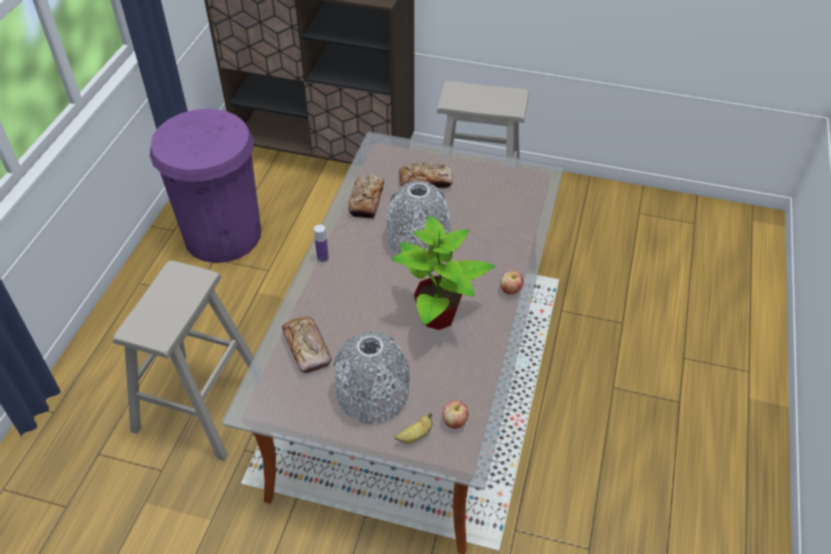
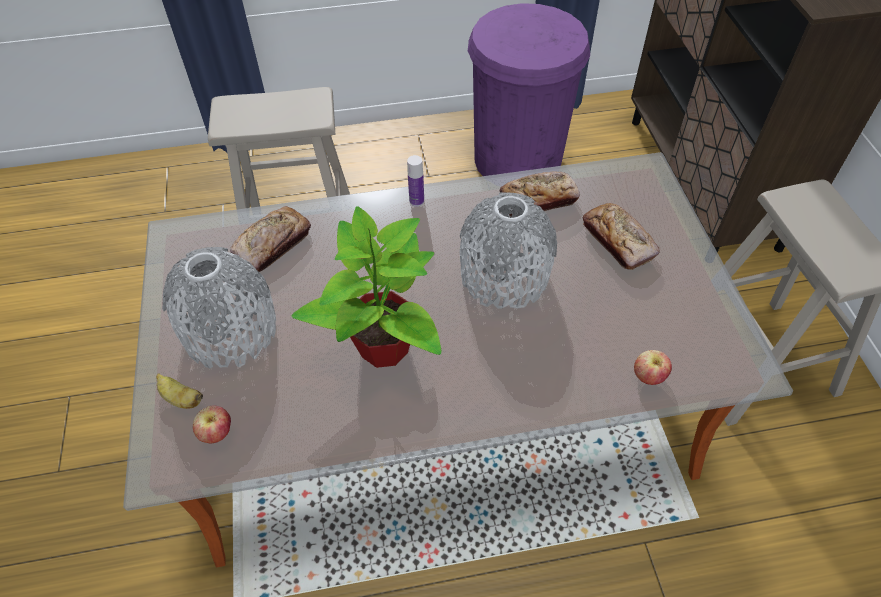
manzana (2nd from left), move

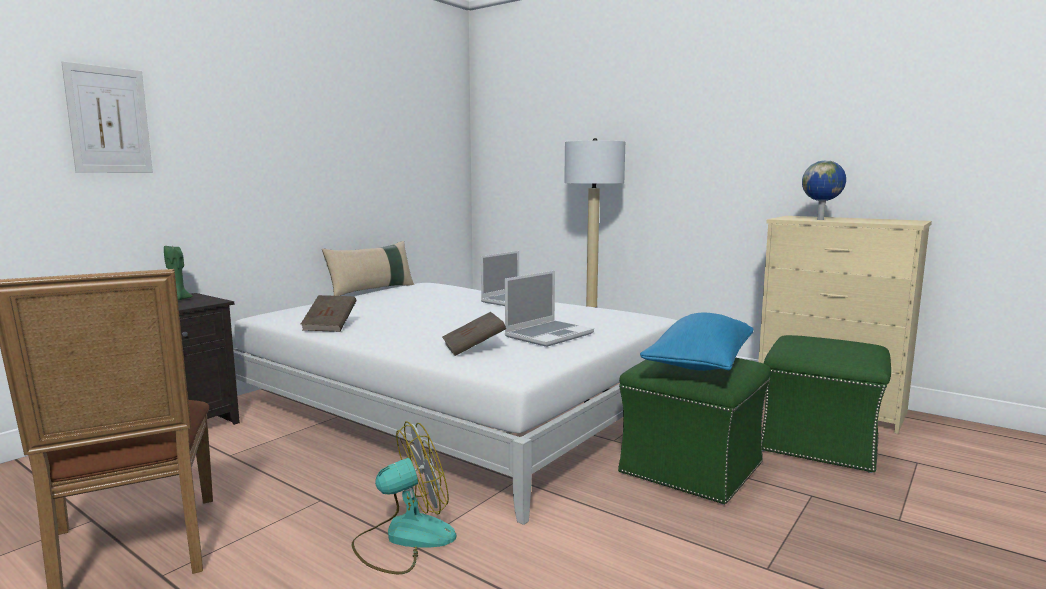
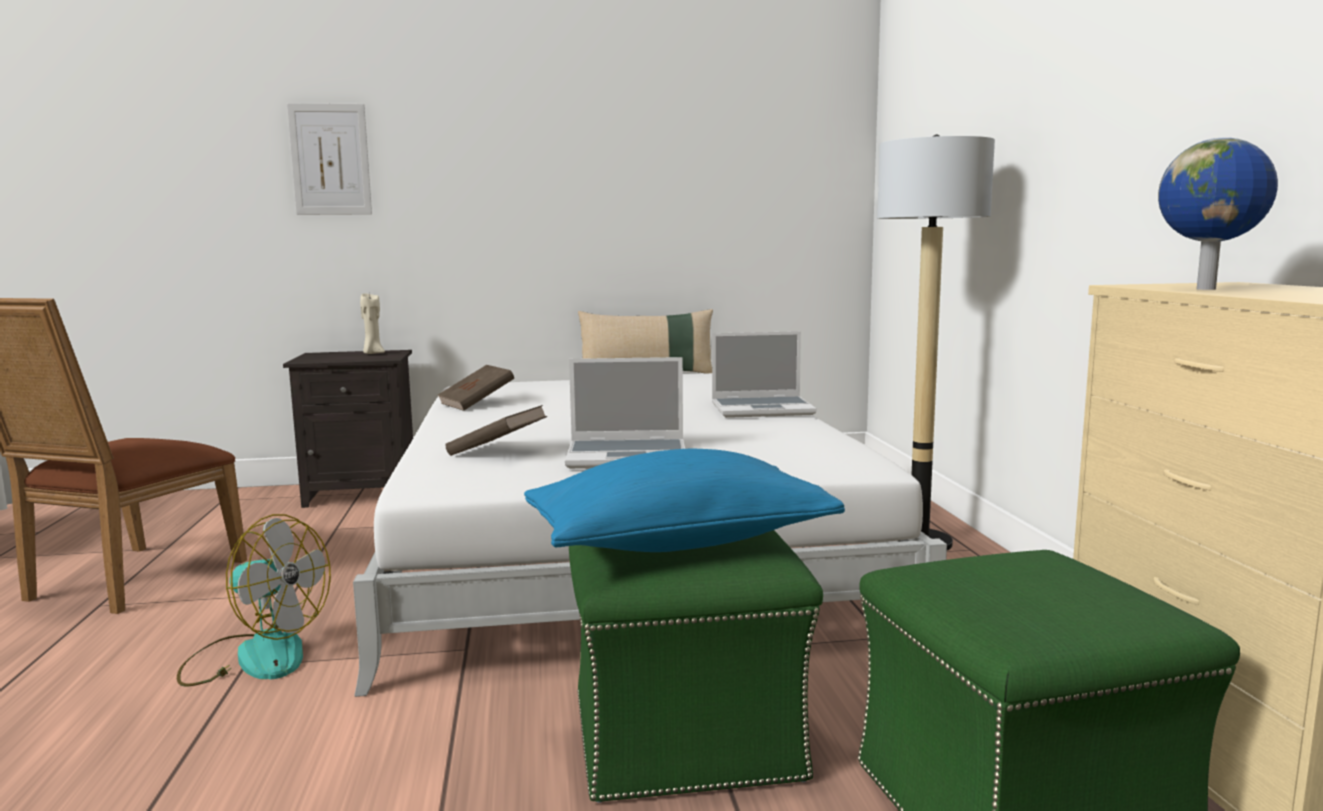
vela (verde) -> vela (beis)

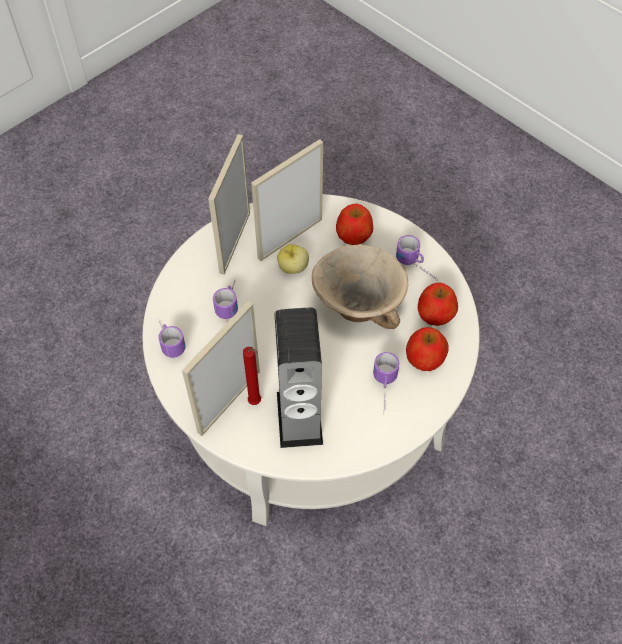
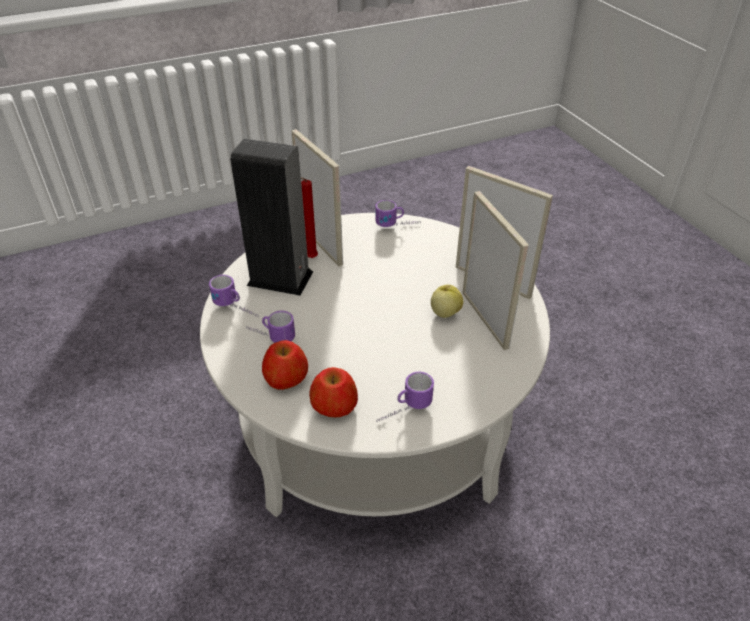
cuenco (beis) -> none
manzana (2nd from left) -> none
taza grande (2nd from left in the first image) -> taza grande (1st from left), move

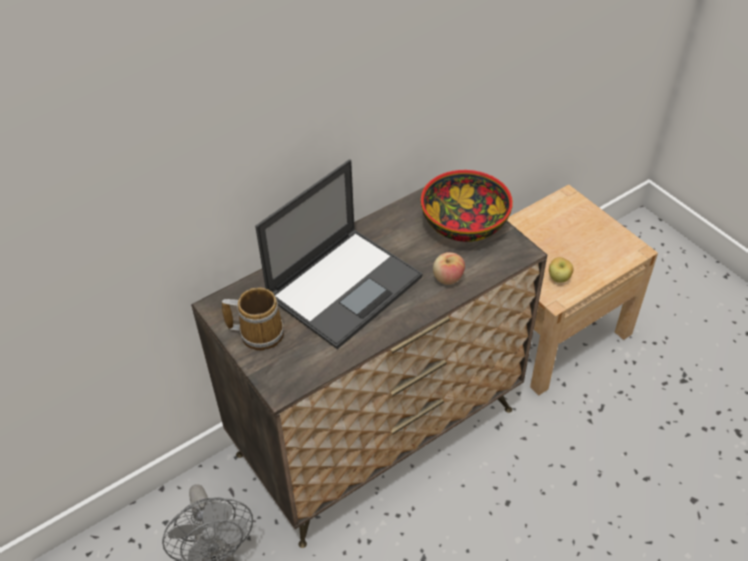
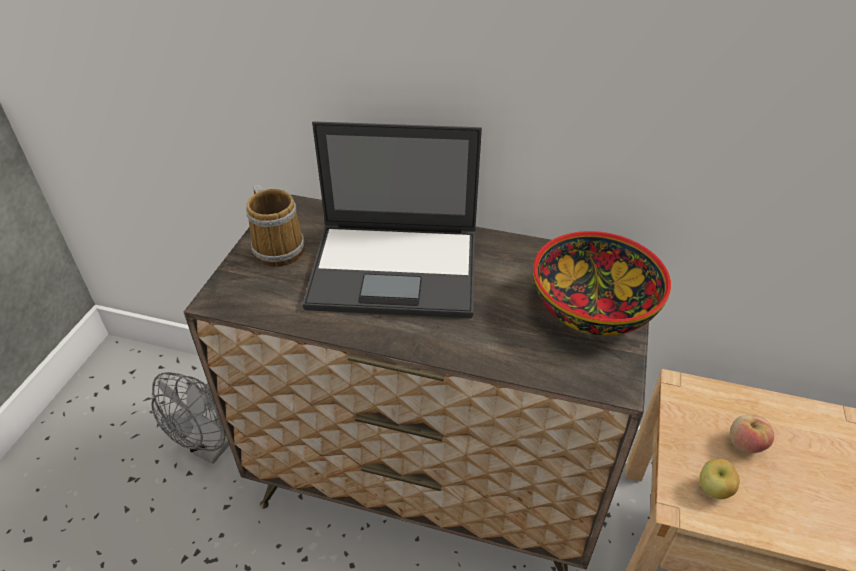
manzana (1st from left in the first image) -> manzana (2nd from left), move

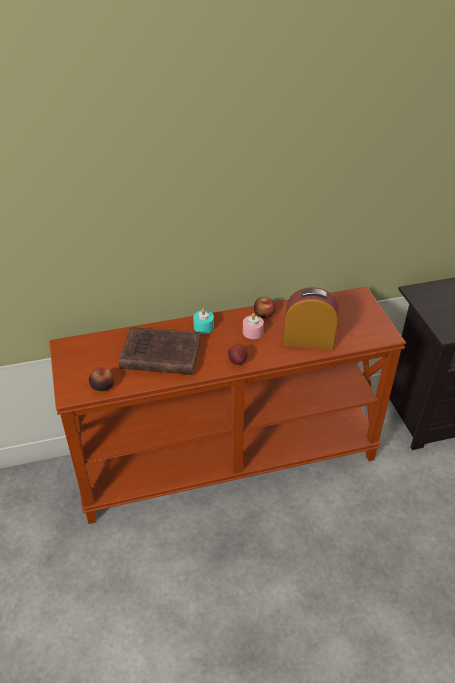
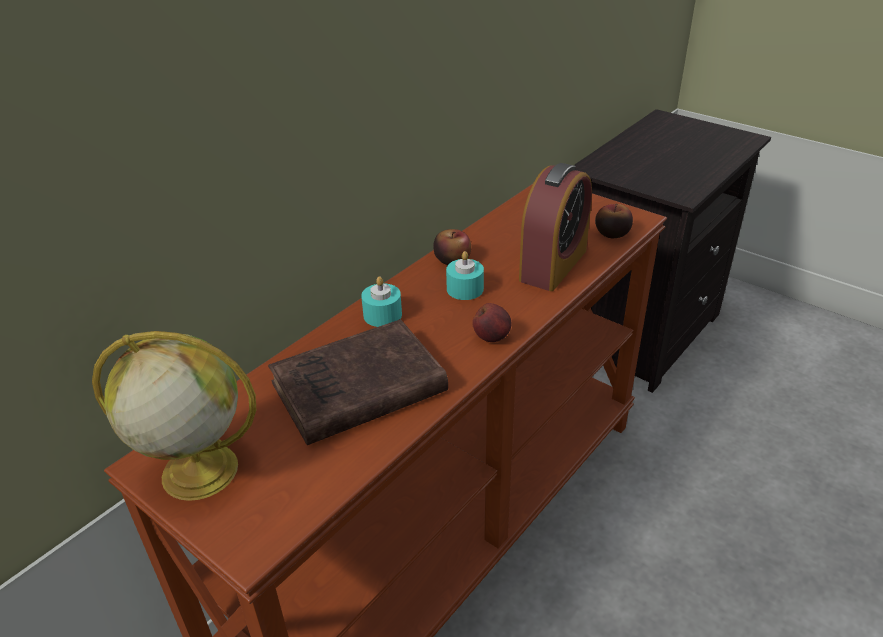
none -> globo terráqueo
manzana (1st from left in the first image) -> manzana (3rd from left), move
vela (rosa) -> vela (turquesa) (2nd from left)
despertador, 150 degrees clockwise

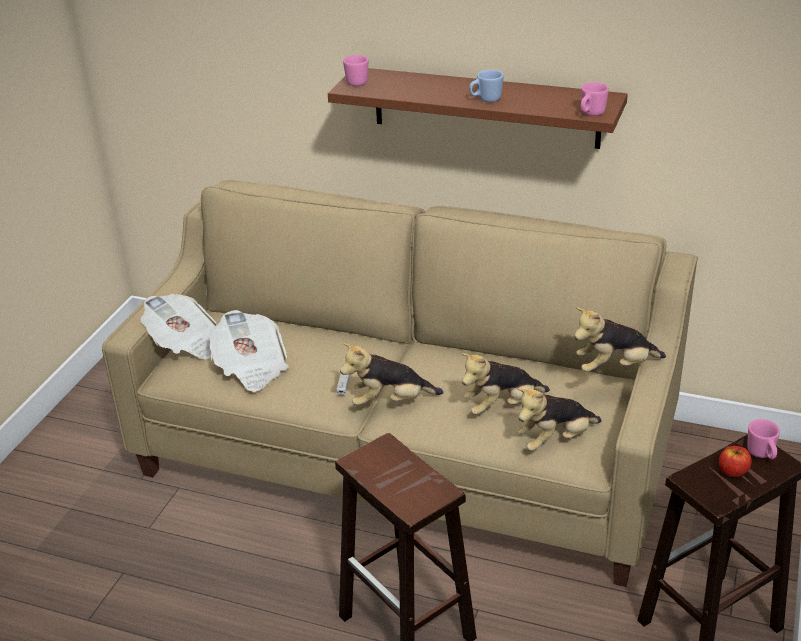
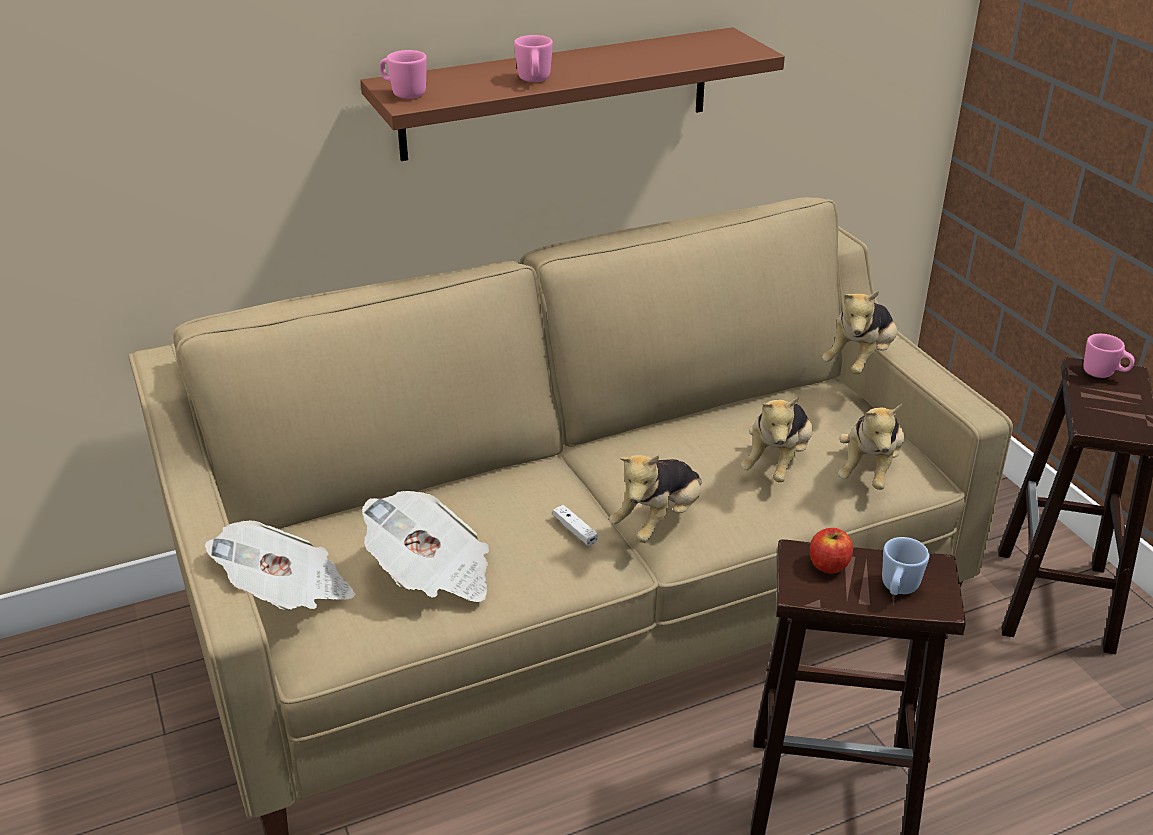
taza grande (azul), move
taza grande (rosa) (2nd from left), move
manzana, move

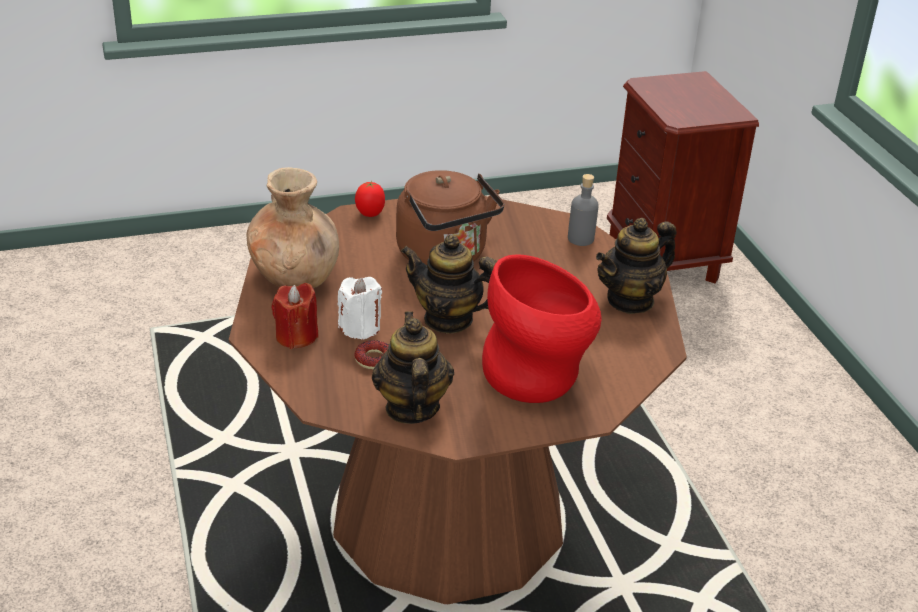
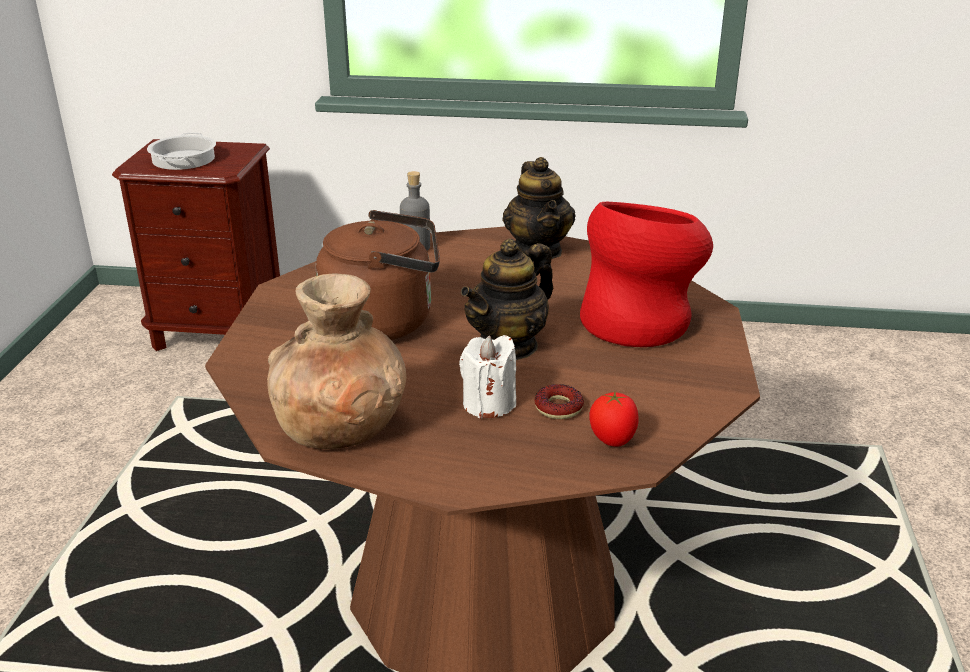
vela (rojo) -> none
tetera (1st from left) -> none
none -> olla
tomate, move

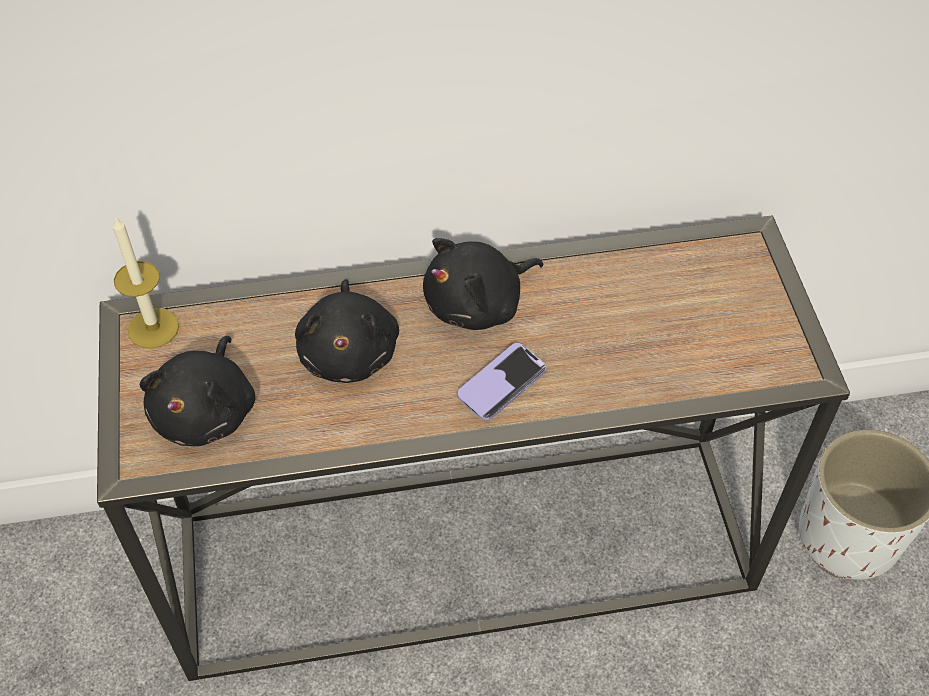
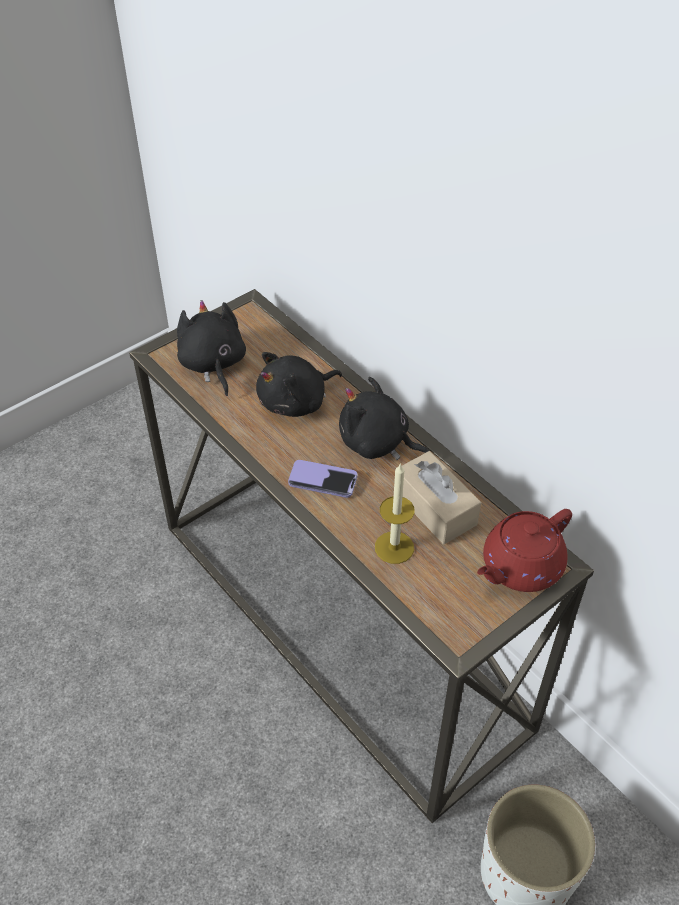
none -> caja de pañuelos (beis)
none -> tetera (rojo)
vela, move
peluche (negro) (1st from left), 90 degrees clockwise

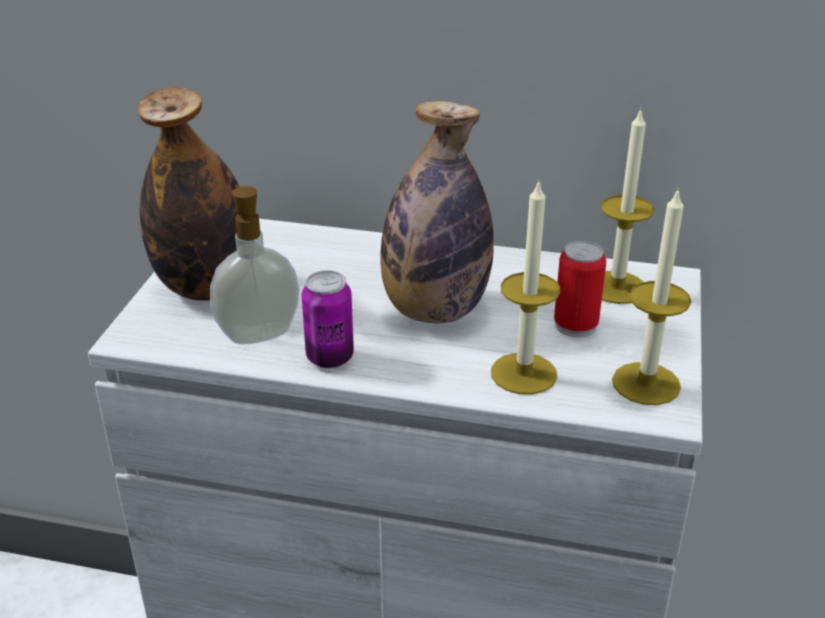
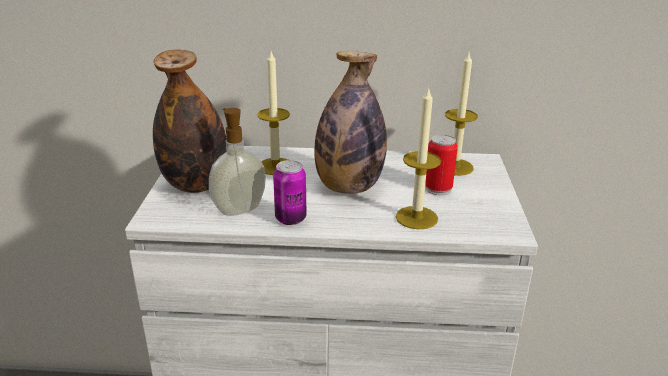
vela (3rd from left in the first image) -> vela (1st from left), move

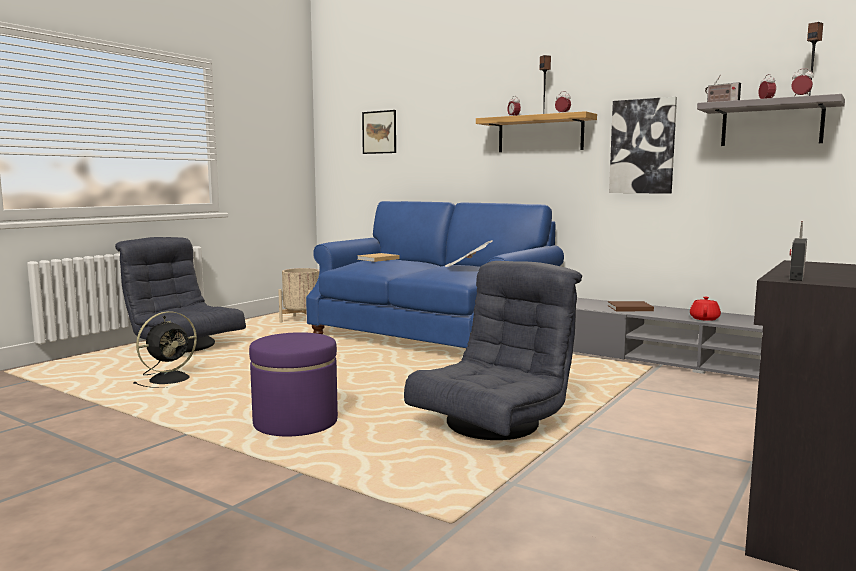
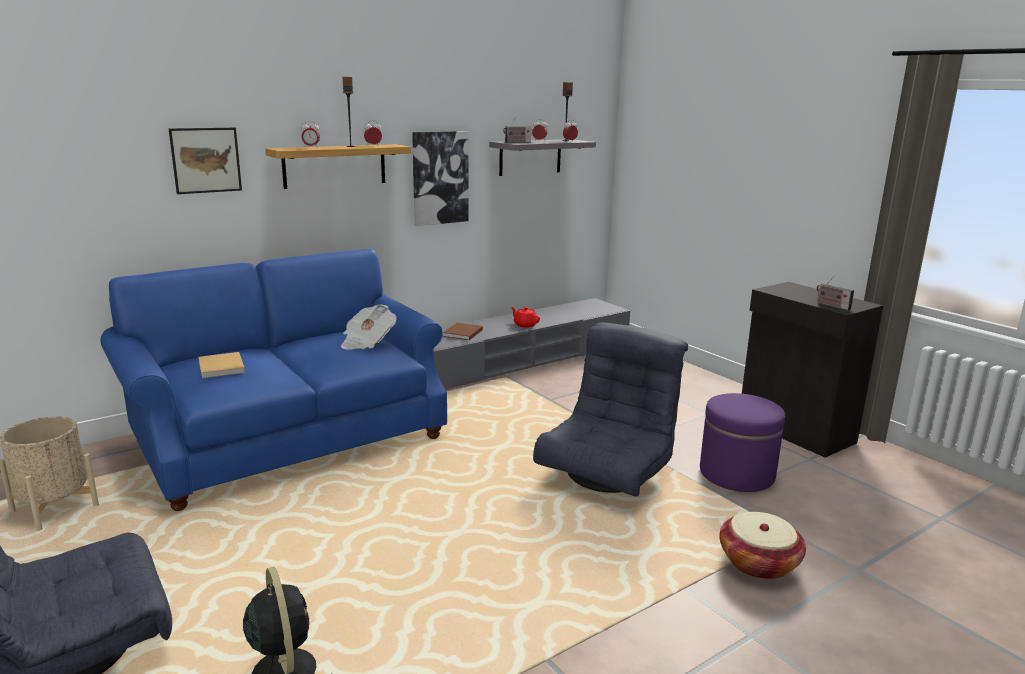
none -> cesta
puf (morado), move
cuadro (1st from left), move
sillón (gris) (2nd from left), 60 degrees clockwise

